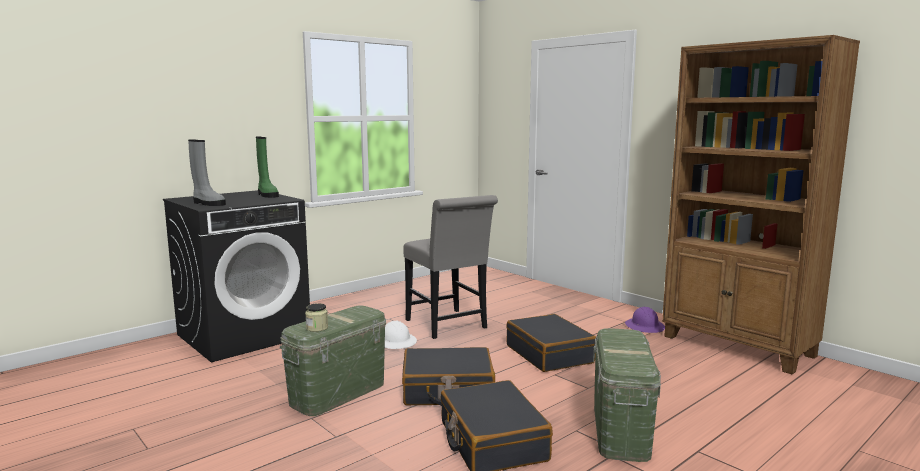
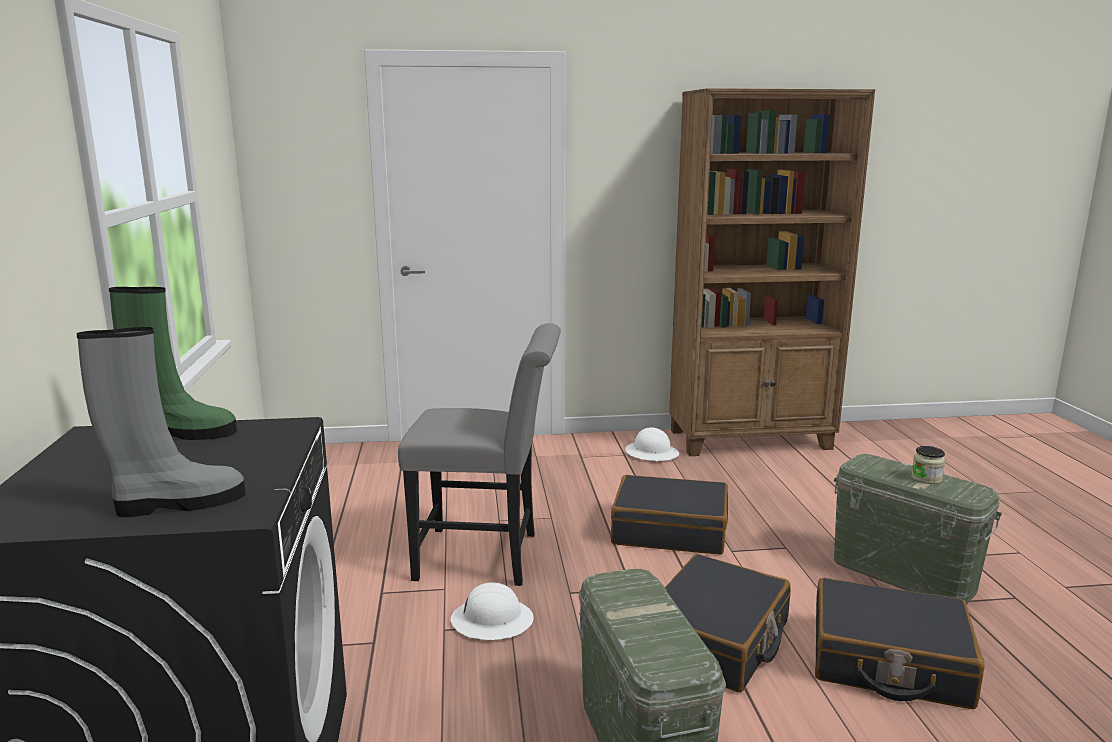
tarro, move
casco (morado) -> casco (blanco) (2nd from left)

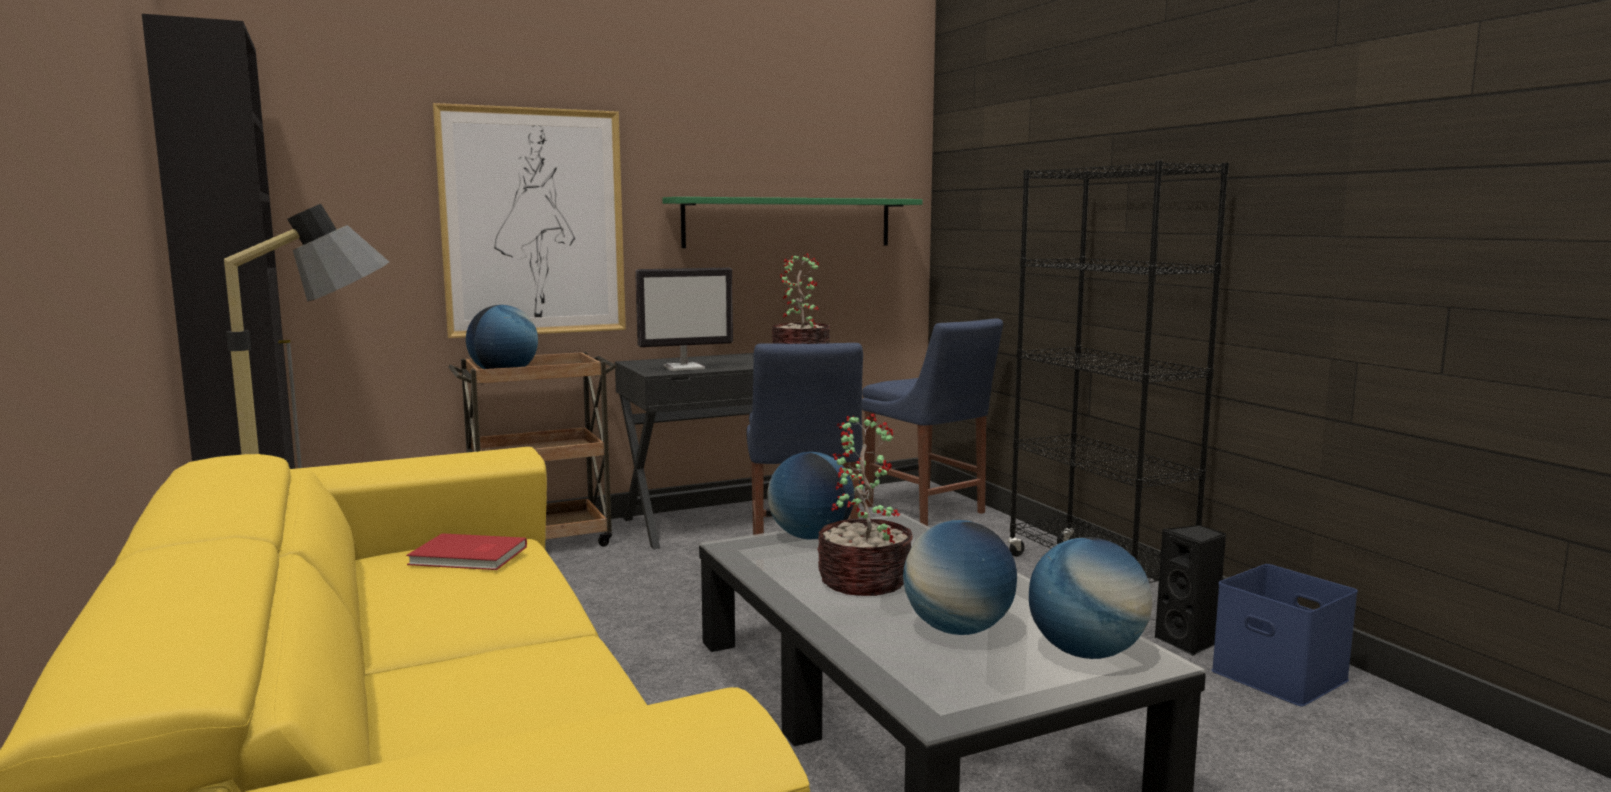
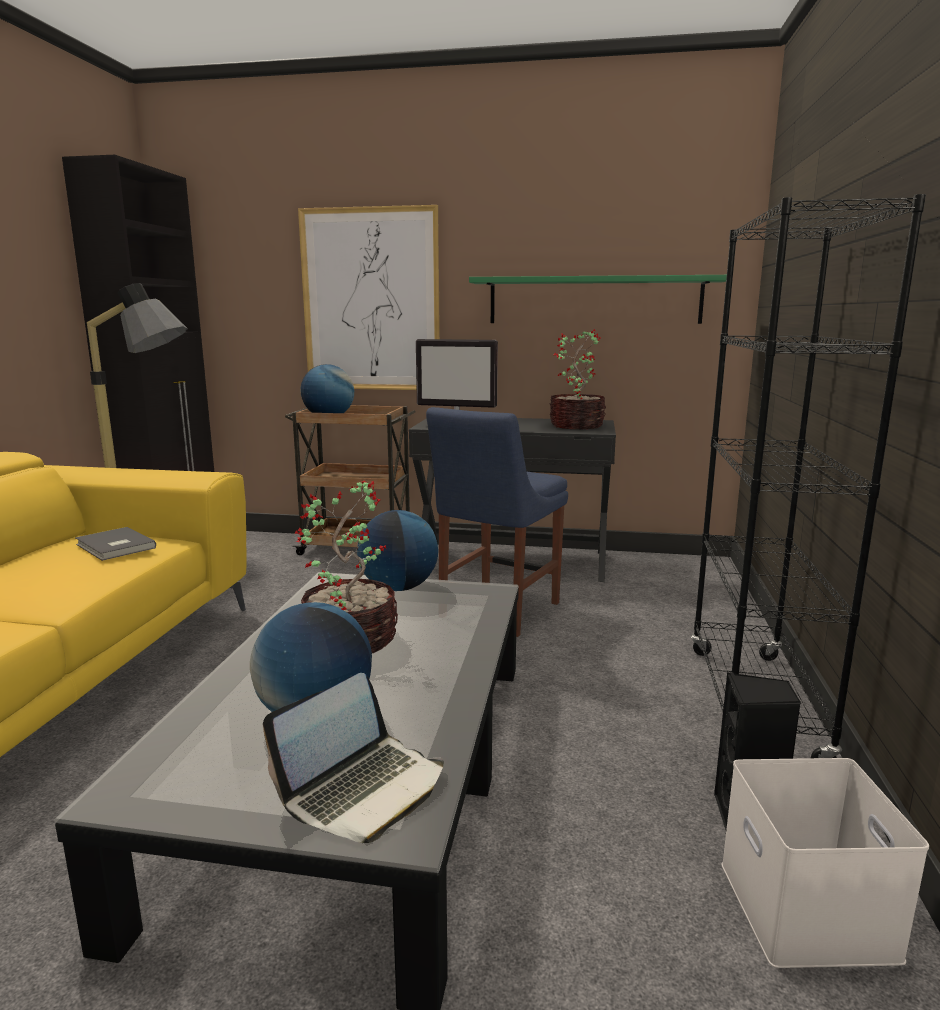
silla (azul) (2nd from left) -> none
globo terráqueo (4th from left) -> portátil
libro (rojo) -> libro (gris)
caja de almacenaje (azul) -> caja de almacenaje (blanco)

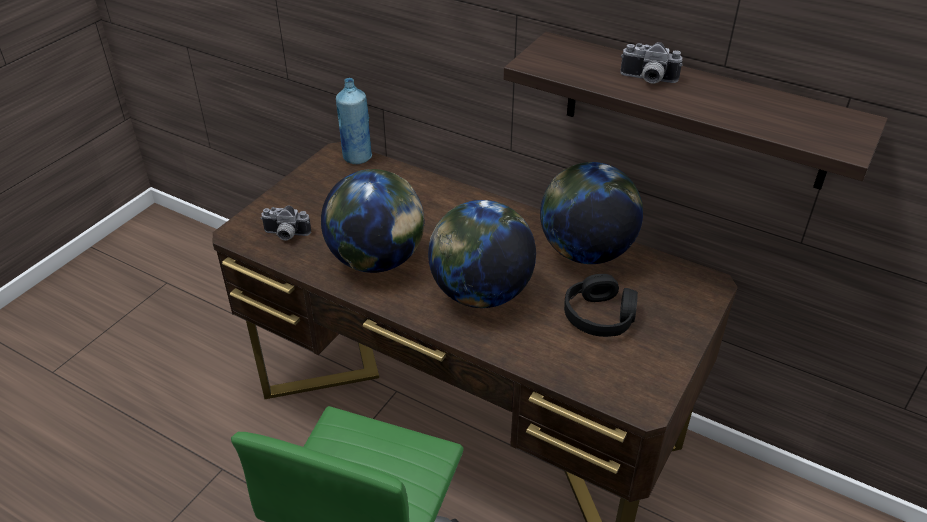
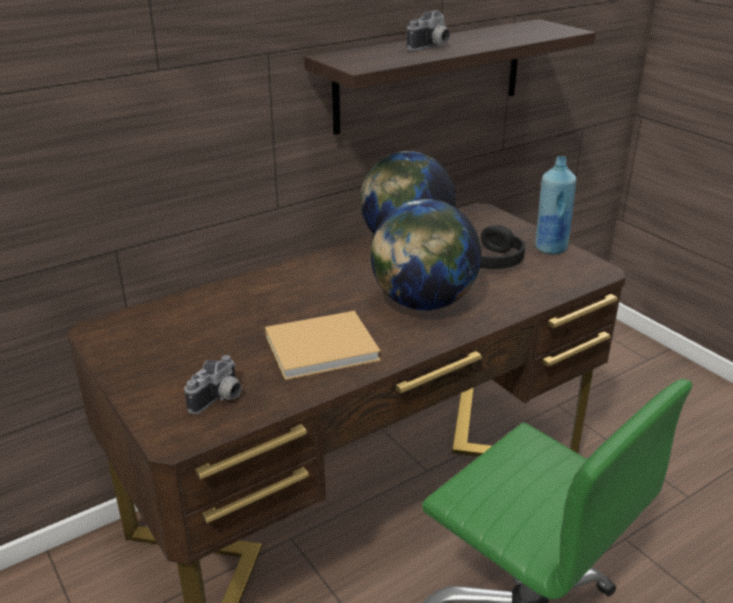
botella (azul), move
globo terráqueo (1st from left) -> libro (beis)

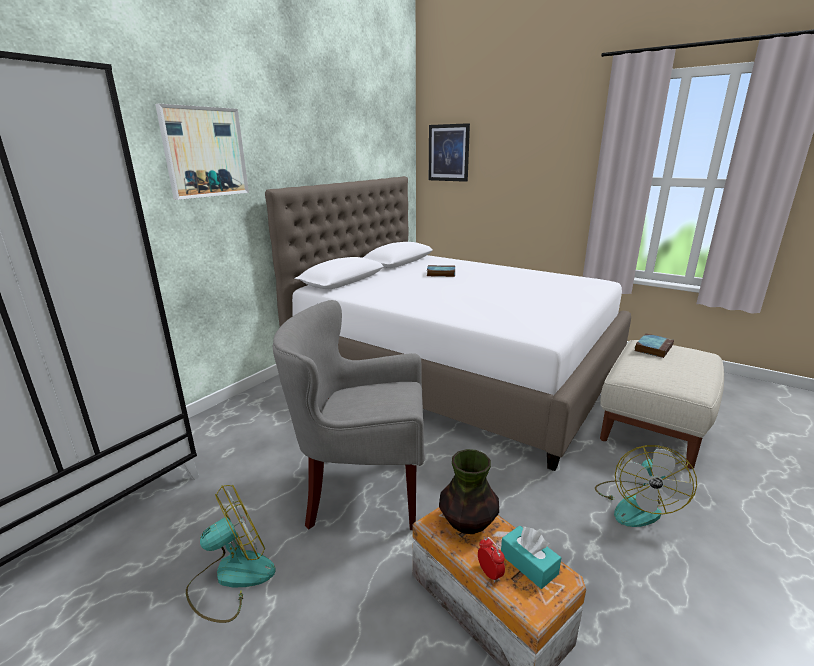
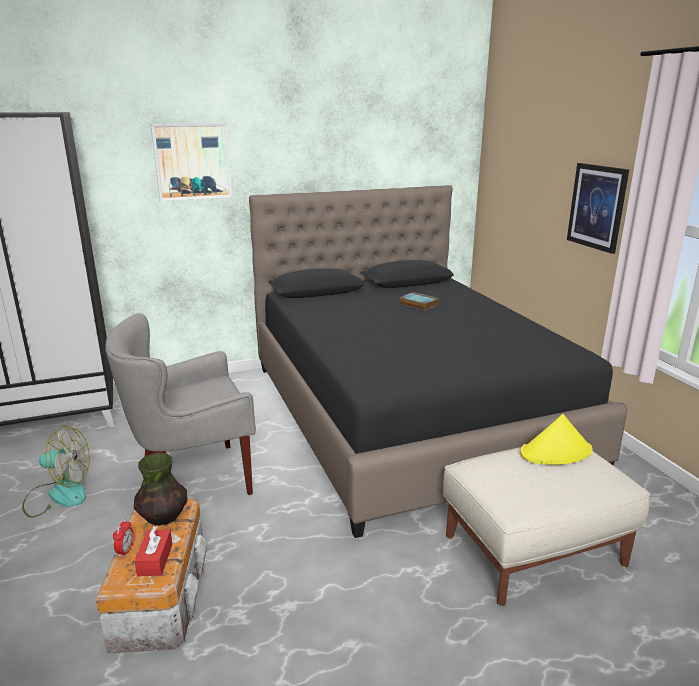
ventilador (2nd from left) -> none
cuadro (2nd from left), move
libro (2nd from left) -> sombrero (amarillo)
cama (blanco) -> cama (negro)
caja de pañuelos (turquesa) -> caja de pañuelos (rojo)
sillón (gris), 60 degrees counterclockwise

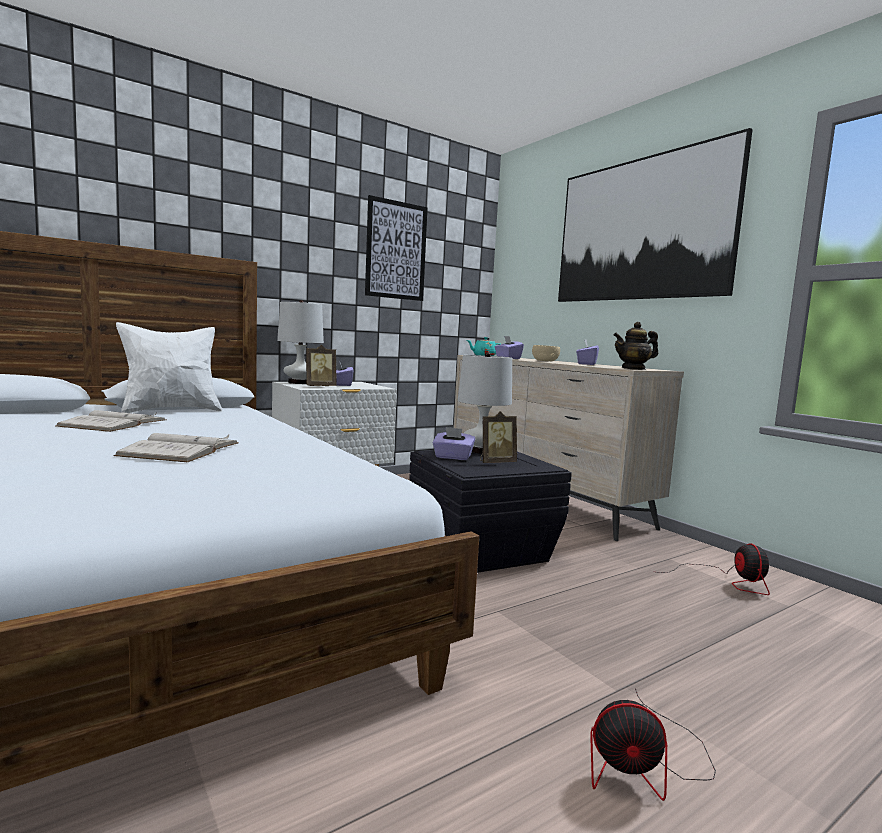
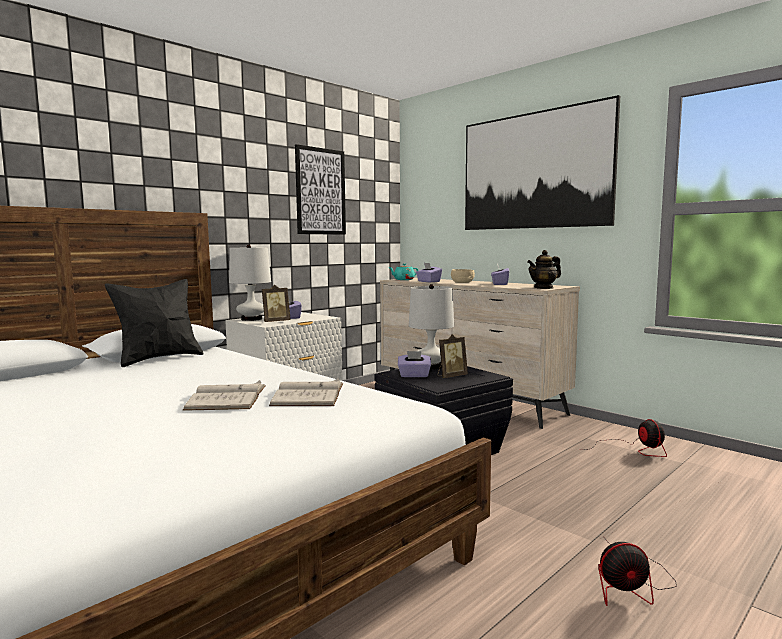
libro (blanco) (1st from left in the first image) -> libro (blanco) (2nd from left), move
cojín (blanco) -> cojín (negro)

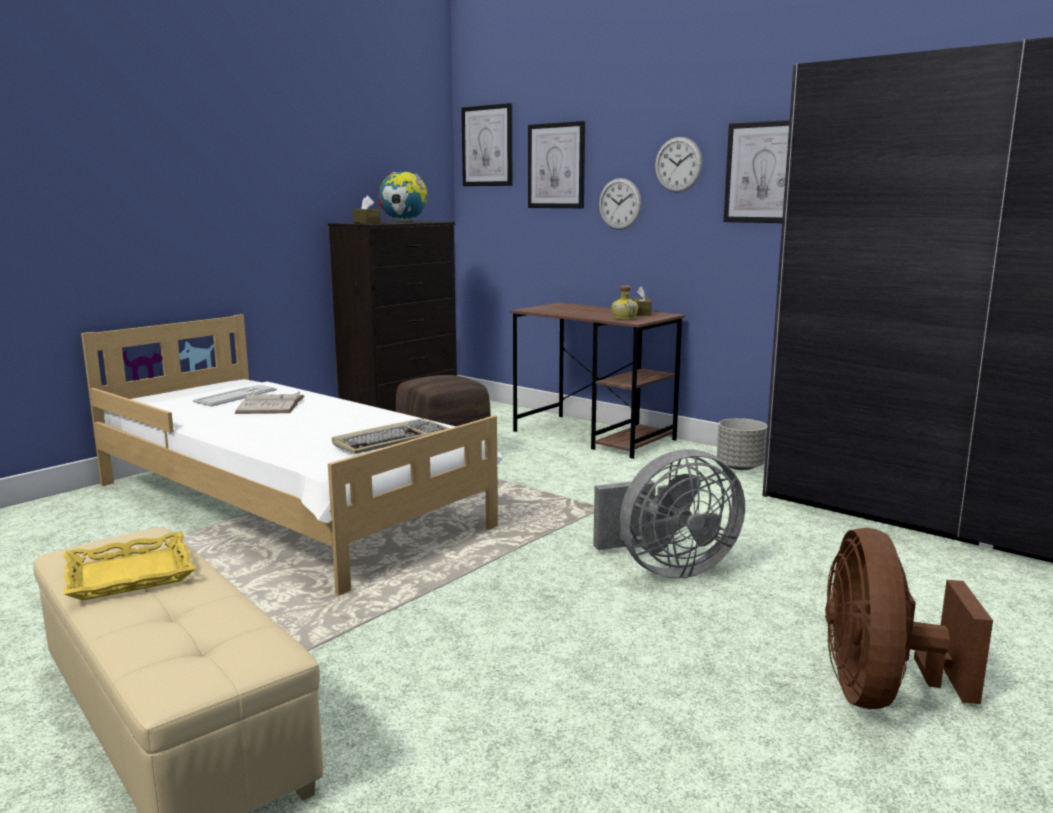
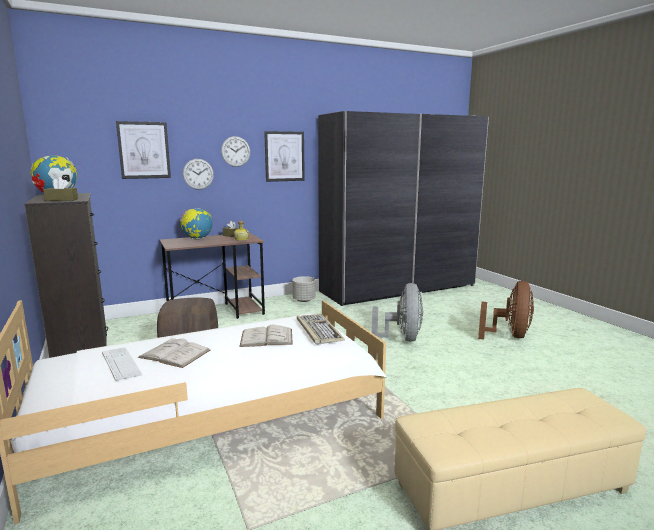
bandeja (amarillo) -> none
cuadro (1st from left) -> none
none -> globo terráqueo (2nd from left)
none -> libro (blanco) (2nd from left)
ventilador (marrón), 105 degrees counterclockwise

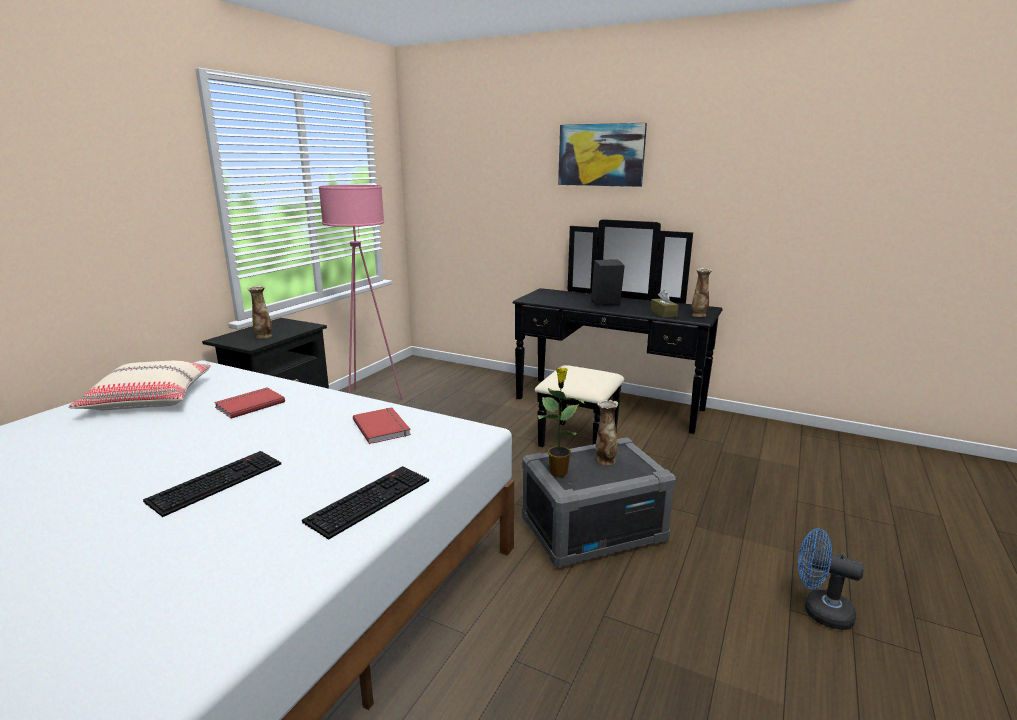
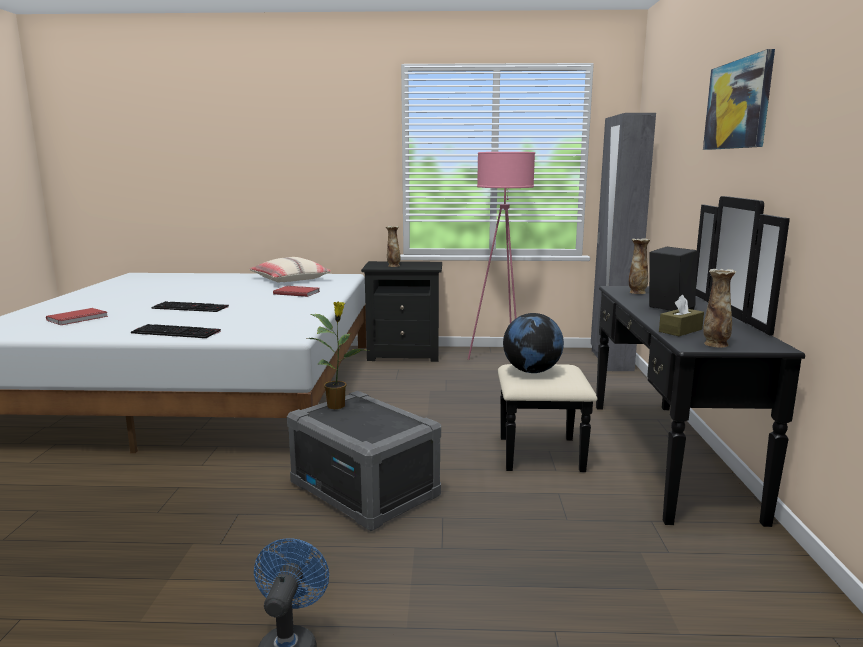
none -> globo terráqueo
none -> armario ropero (gris)
libro (rojo) (2nd from left in the first image) -> libro (rojo) (1st from left), move
florero (2nd from left), move

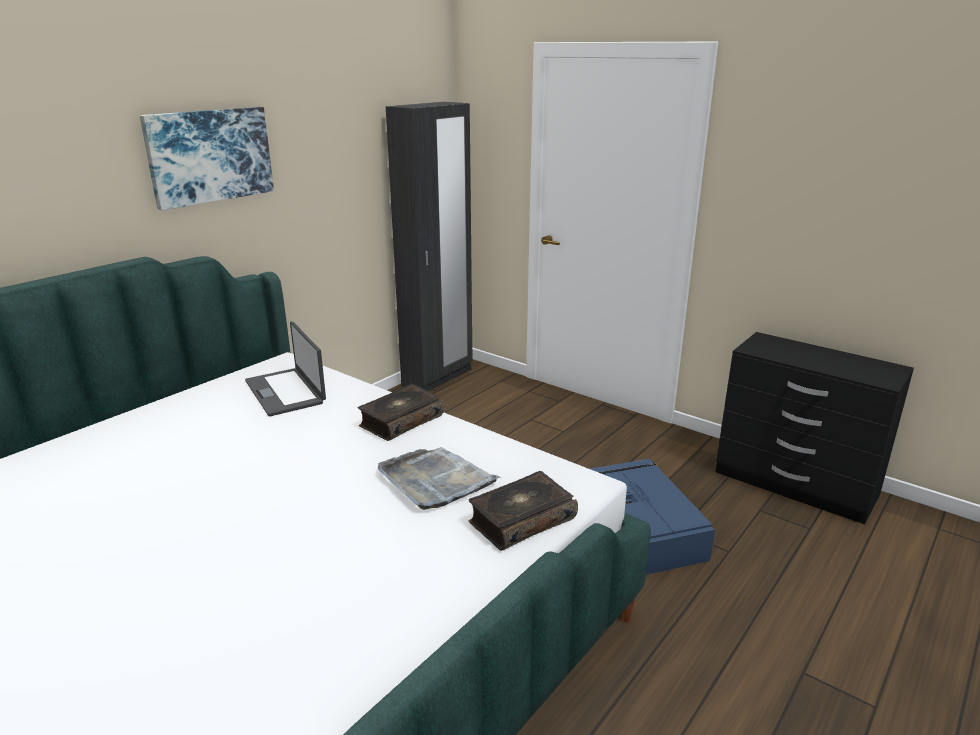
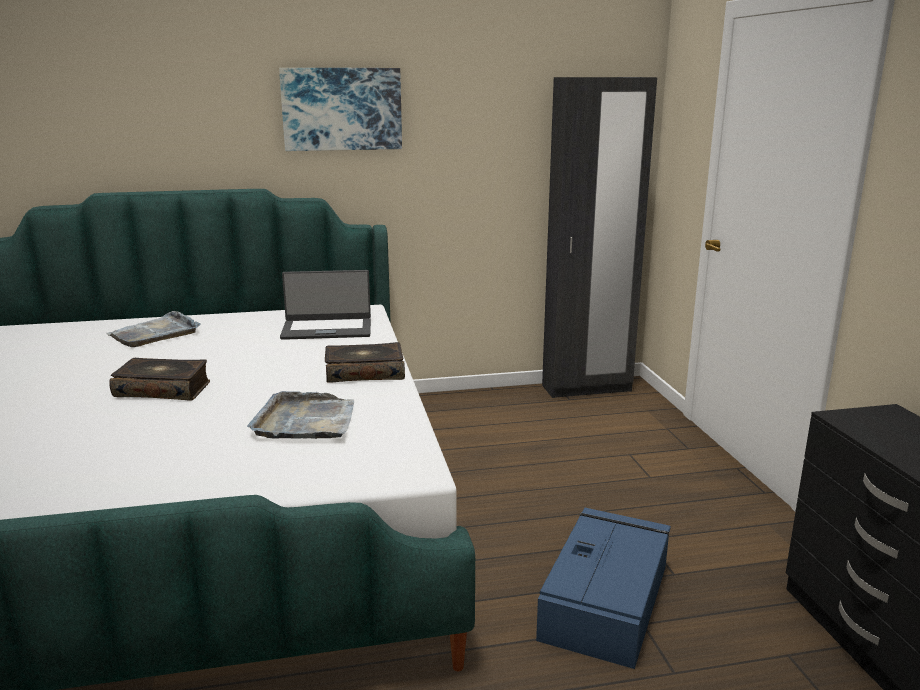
none -> bandeja (gris) (1st from left)
libro (2nd from left in the first image) -> libro (1st from left), move
portátil, 105 degrees counterclockwise

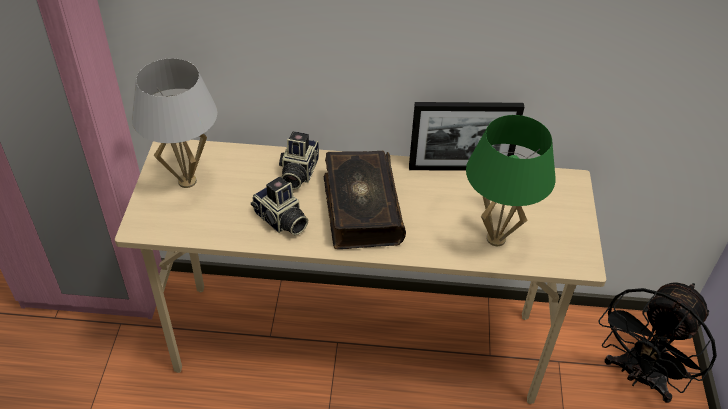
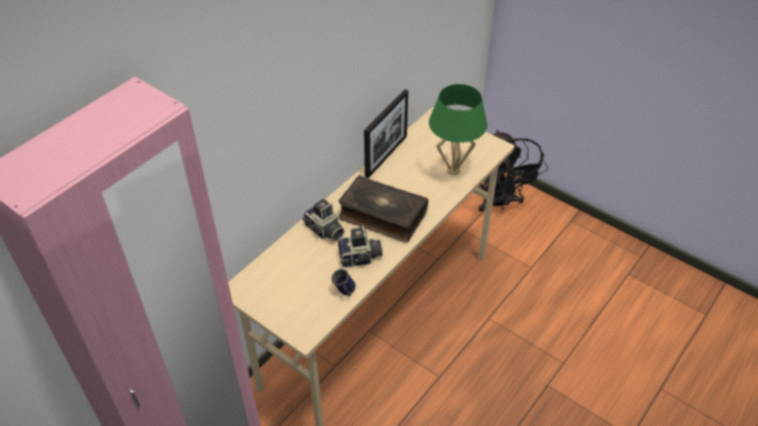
lámpara de mesa (blanco) -> none
none -> taza grande (azul)

